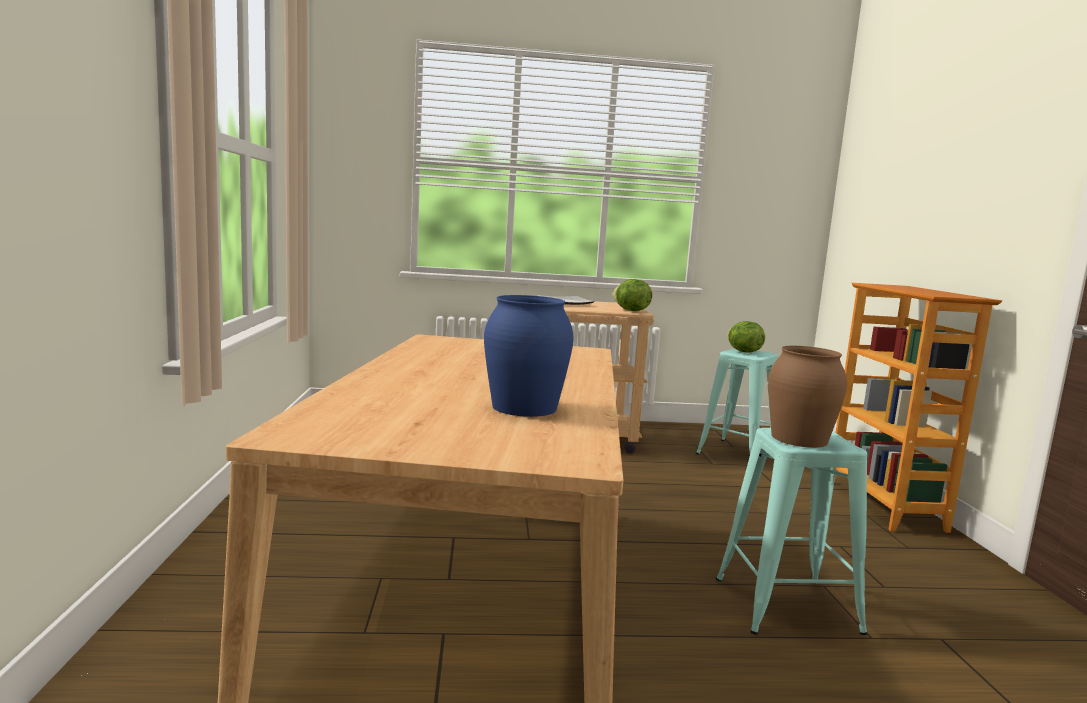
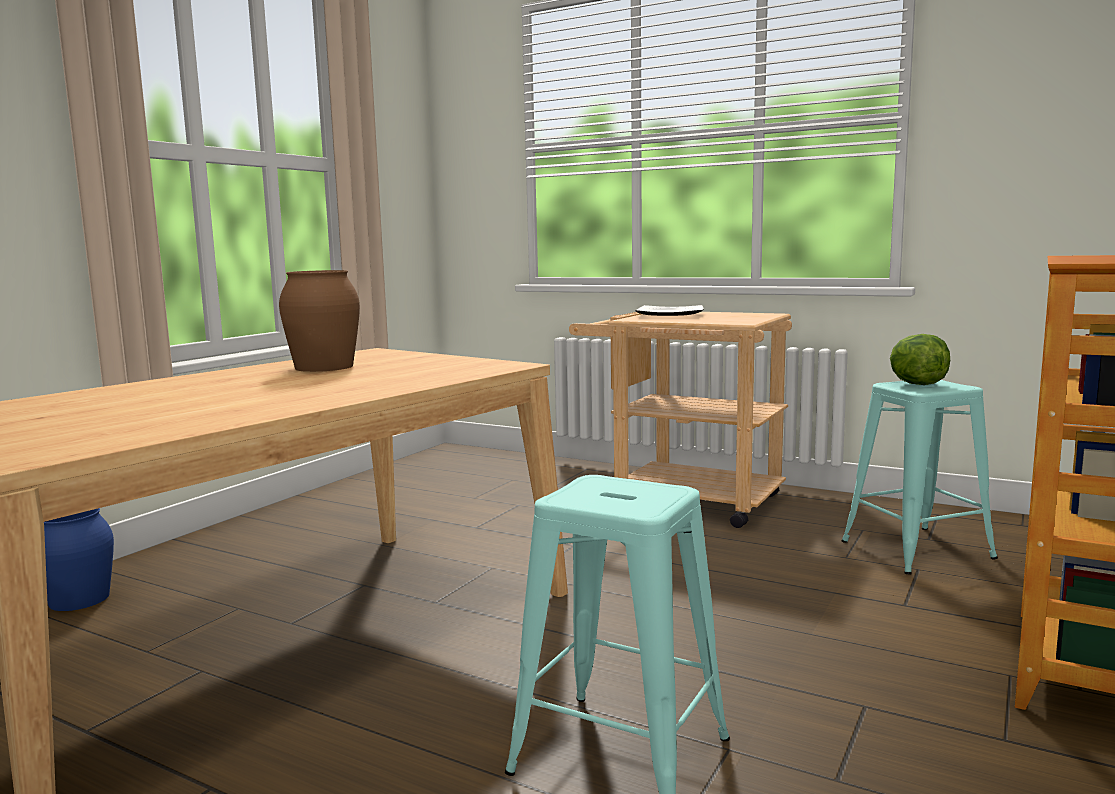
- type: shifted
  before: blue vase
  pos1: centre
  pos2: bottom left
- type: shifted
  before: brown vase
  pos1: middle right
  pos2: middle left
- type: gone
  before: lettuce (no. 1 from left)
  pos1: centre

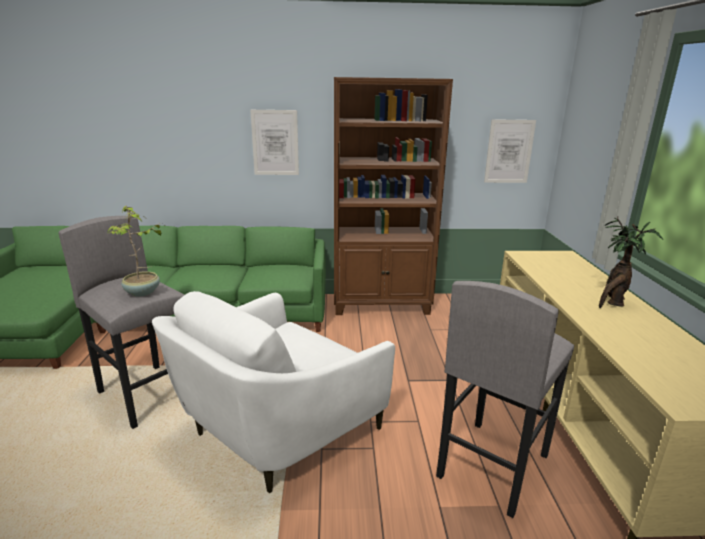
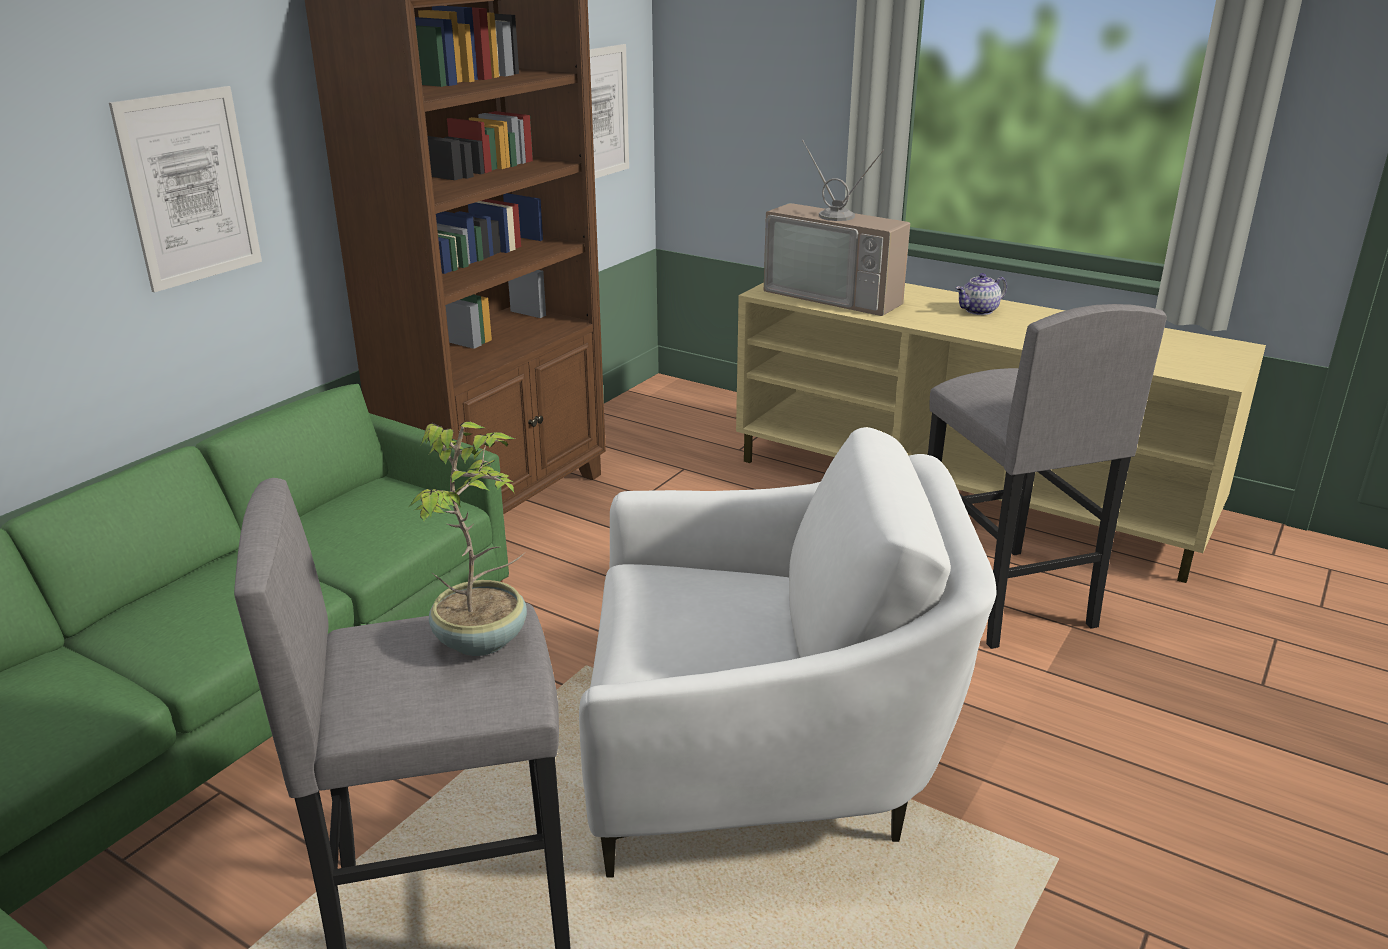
- type: rotated
  before: white armchair
  pos1: bottom centre
  pos2: bottom centre
  turn: -75
- type: new
  after: television
  pos2: top centre
- type: swapped
  before: potted plant (no. 2 from left)
  after: teapot
  pos1: middle right
  pos2: top right

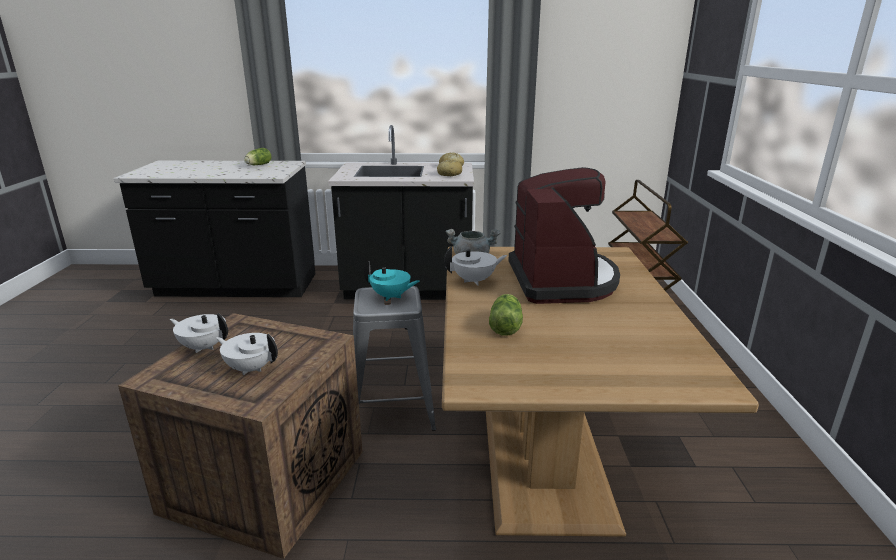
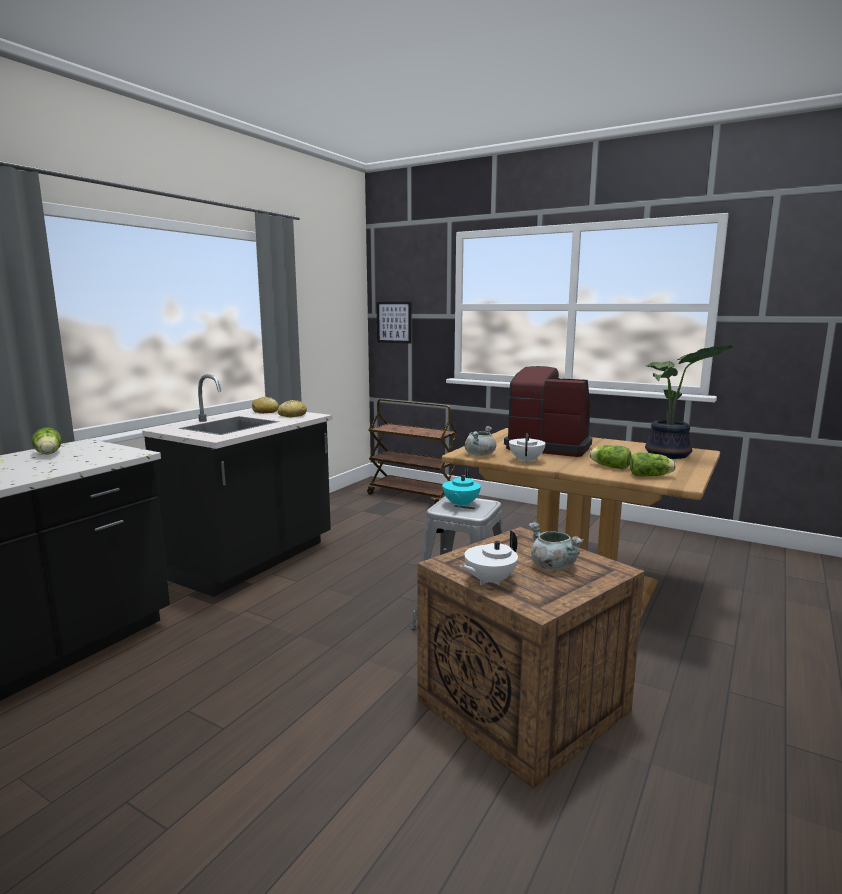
- type: new
  after: picture
  pos2: centre
- type: rotated
  before: turquoise teapot
  pos1: centre
  pos2: centre
  turn: 150
- type: swapped
  before: white teapot (no. 2 from left)
  after: grey cooking pot (no. 2 from left)
  pos1: middle left
  pos2: centre
- type: new
  after: lettuce (no. 3 from left)
  pos2: middle right
- type: new
  after: potted plant
  pos2: middle right

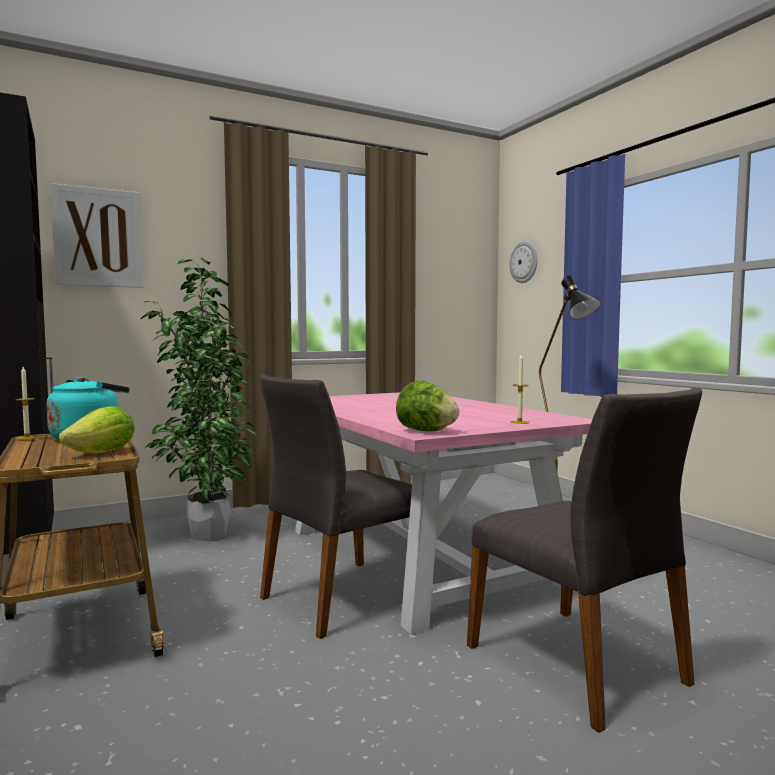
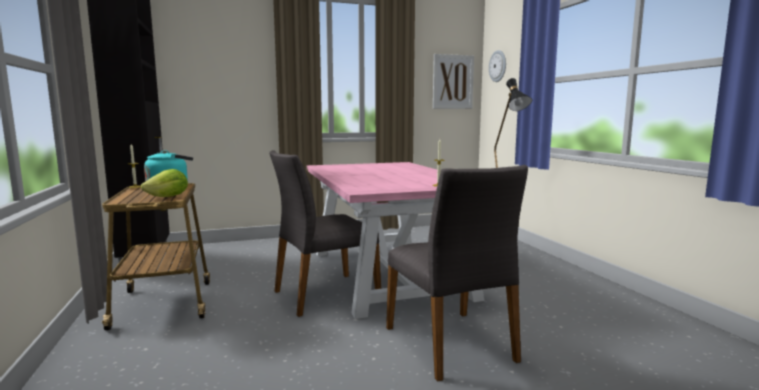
- type: shifted
  before: picture
  pos1: top left
  pos2: top centre
- type: gone
  before: potted plant
  pos1: middle left
- type: gone
  before: lettuce (no. 2 from left)
  pos1: centre

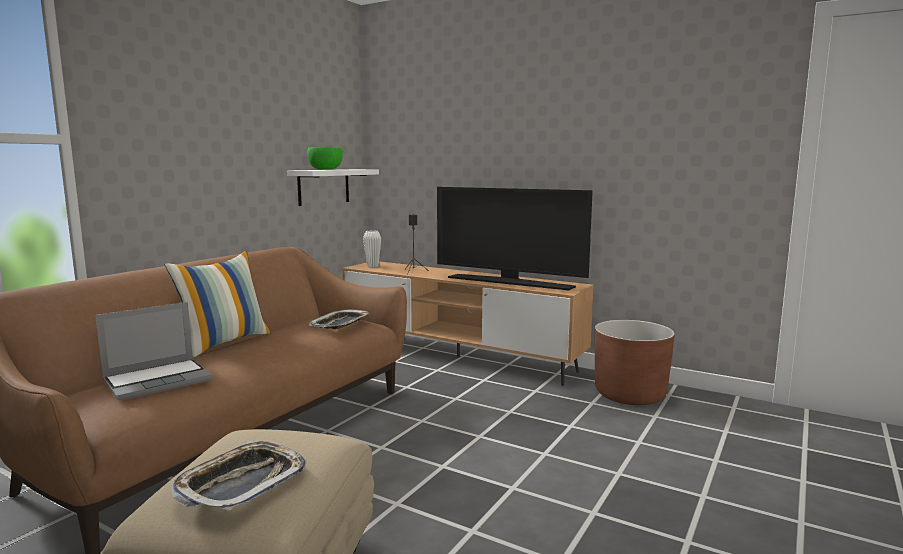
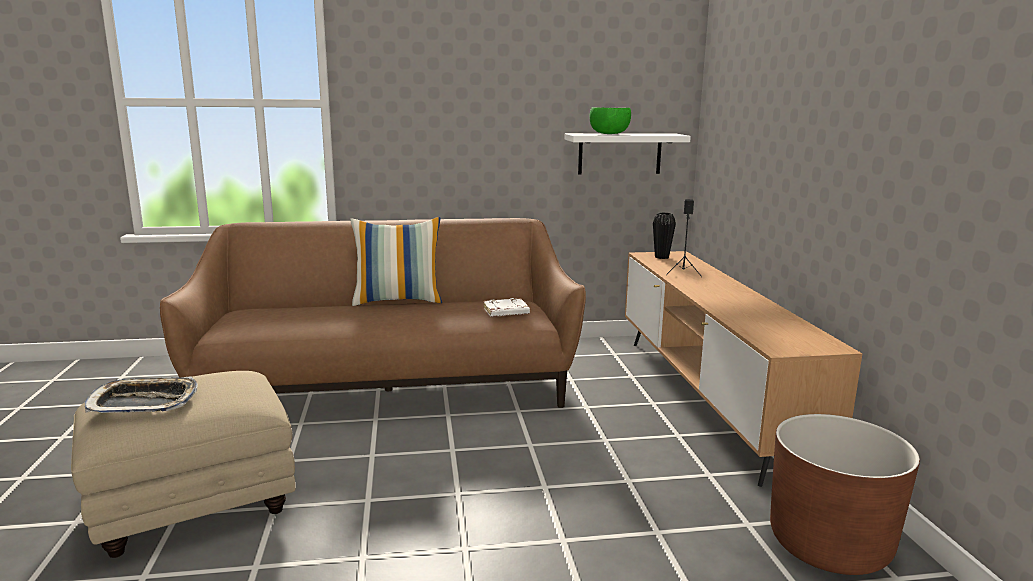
- type: swapped
  before: tray (no. 2 from left)
  after: white book
  pos1: centre
  pos2: centre
- type: repainted
  before: white vase
  after: black vase
  pos1: centre
  pos2: centre
- type: gone
  before: laptop
  pos1: middle left
- type: gone
  before: television
  pos1: centre

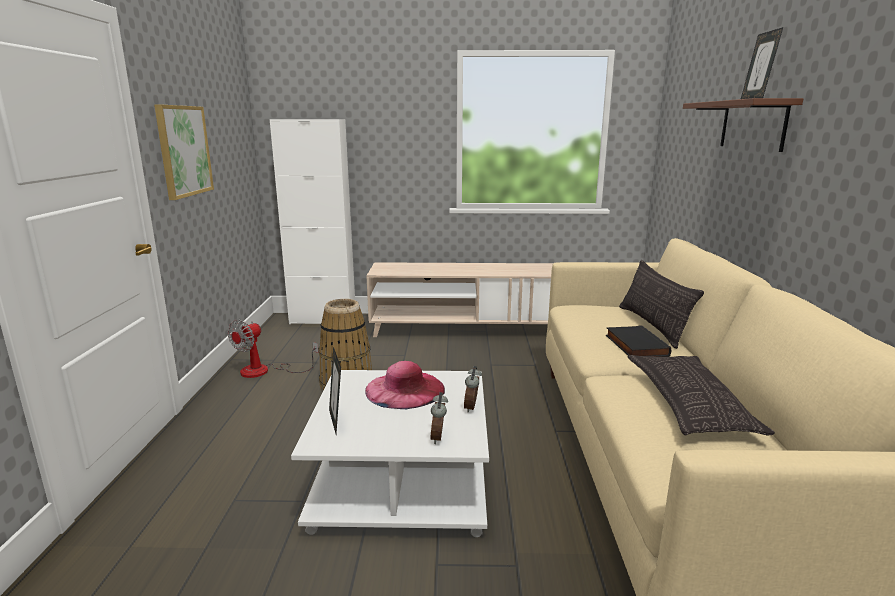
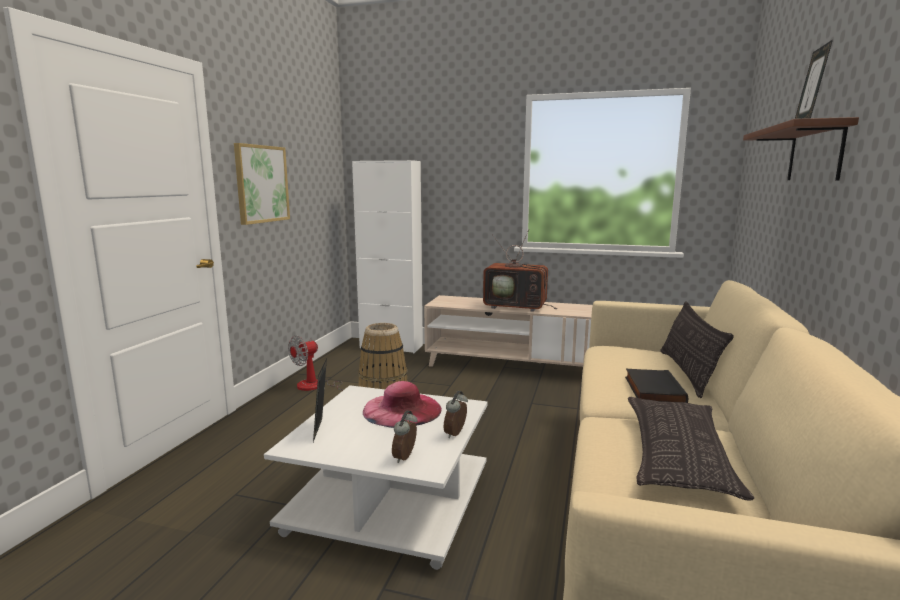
- type: new
  after: television
  pos2: centre

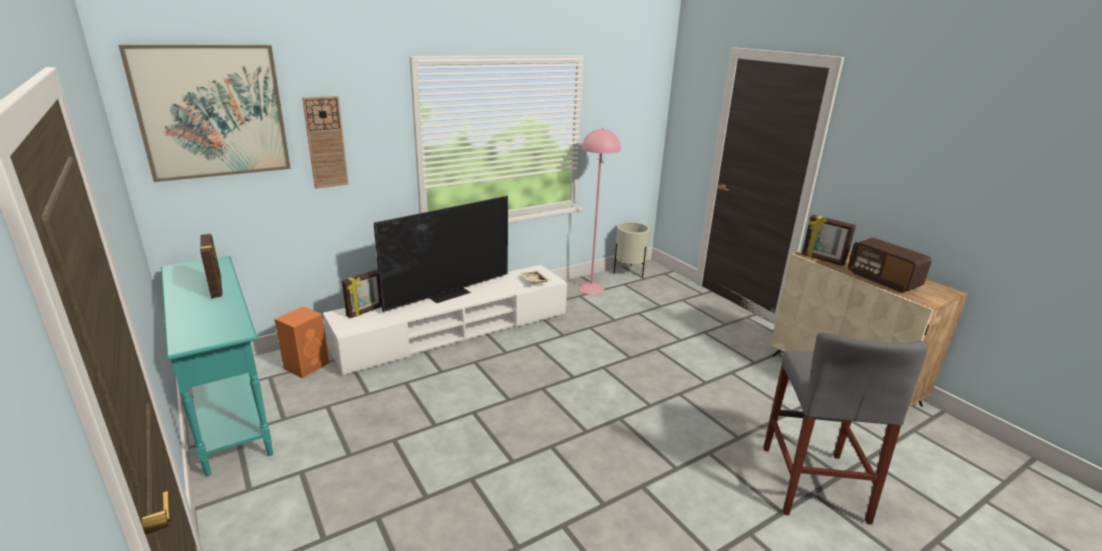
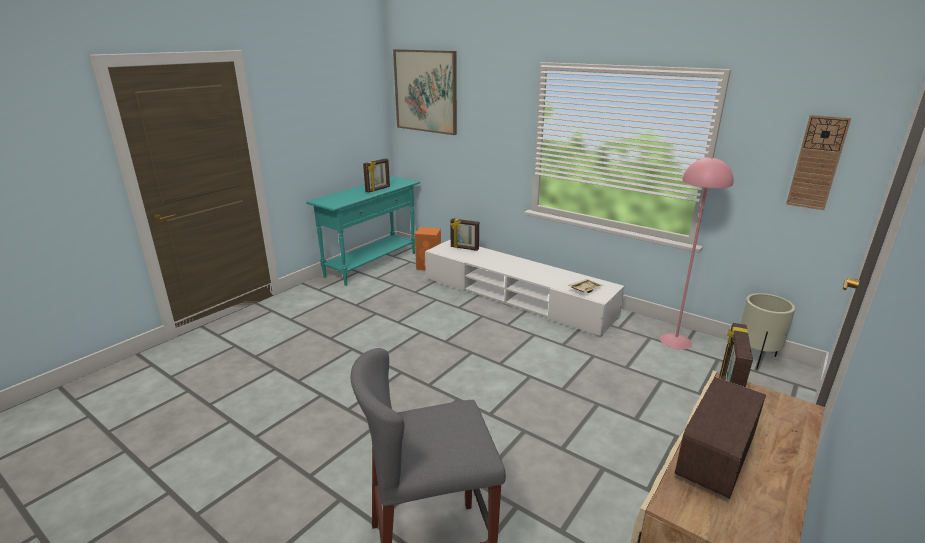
- type: shifted
  before: wall clock
  pos1: top left
  pos2: top right
- type: gone
  before: television
  pos1: centre

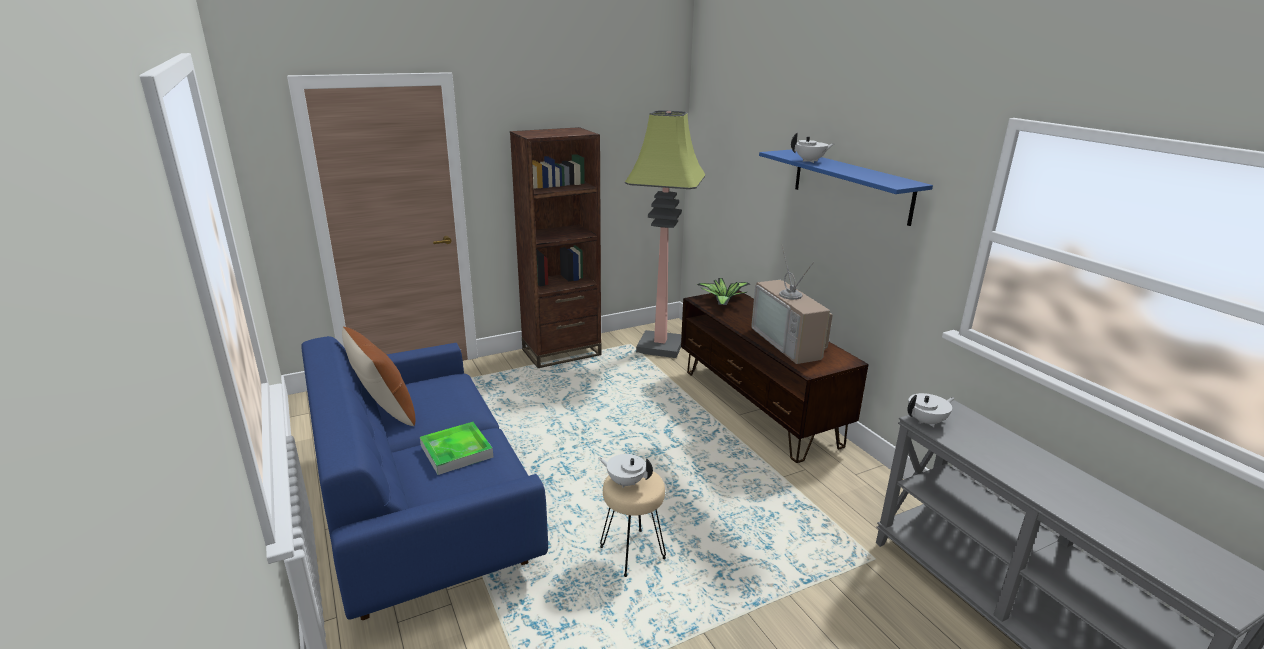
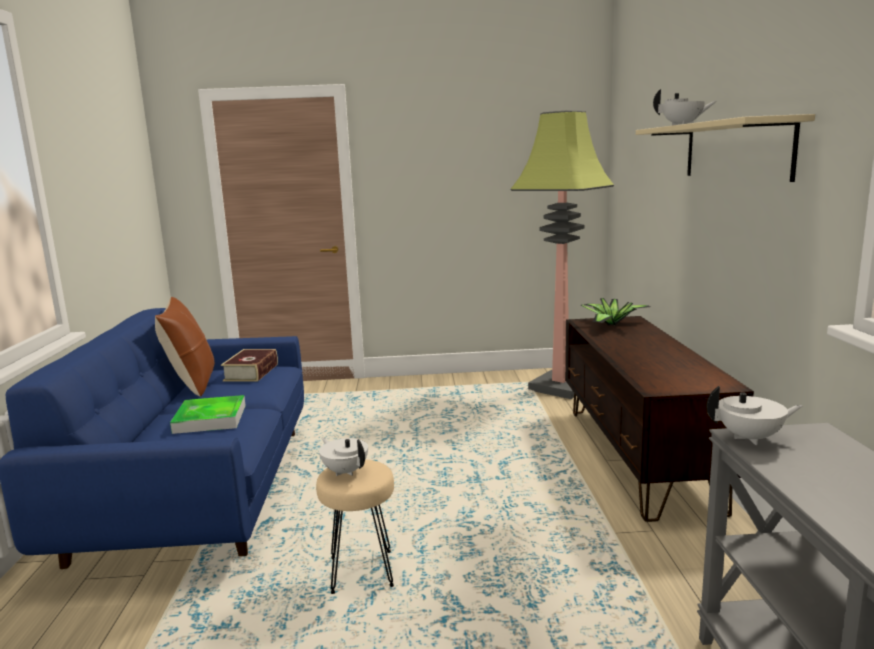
- type: new
  after: book
  pos2: middle left
- type: repainted
  before: blue shelf
  after: beige shelf
  pos1: top right
  pos2: top right
- type: gone
  before: brown bookcase
  pos1: centre
- type: gone
  before: television
  pos1: centre

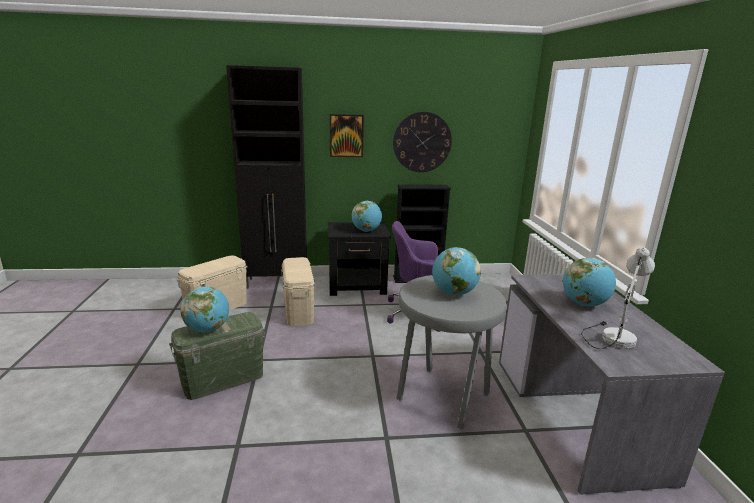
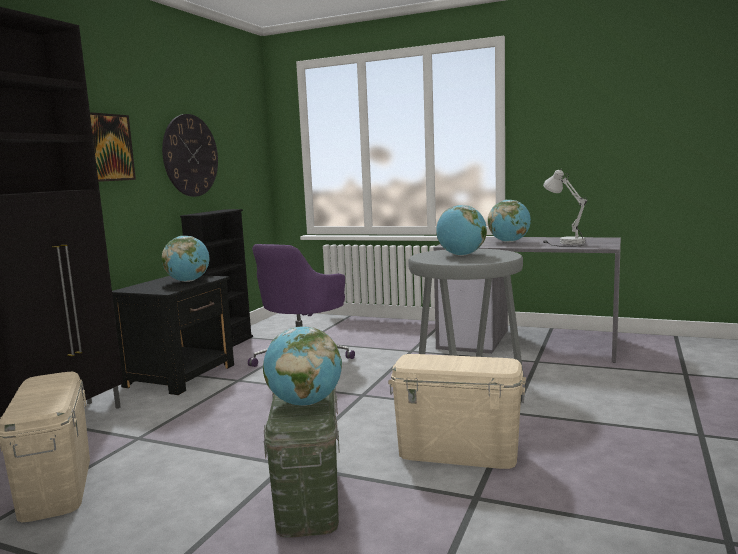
- type: shifted
  before: beige storage box (no. 2 from left)
  pos1: centre
  pos2: bottom centre

